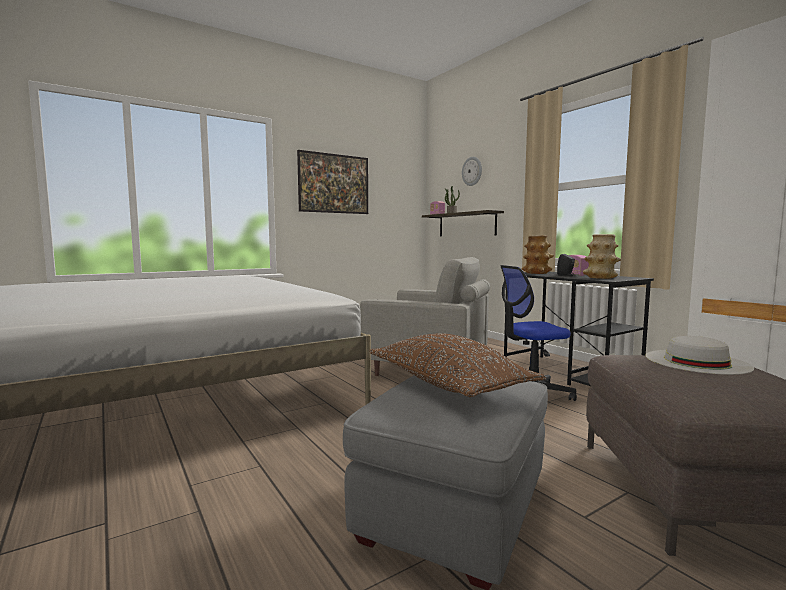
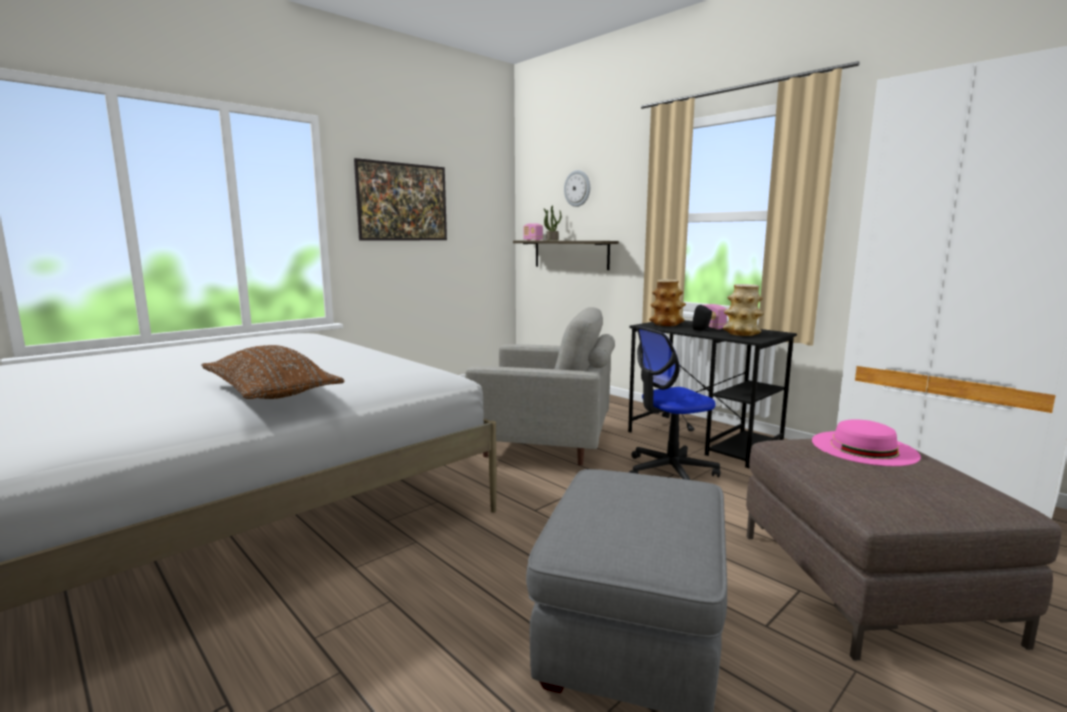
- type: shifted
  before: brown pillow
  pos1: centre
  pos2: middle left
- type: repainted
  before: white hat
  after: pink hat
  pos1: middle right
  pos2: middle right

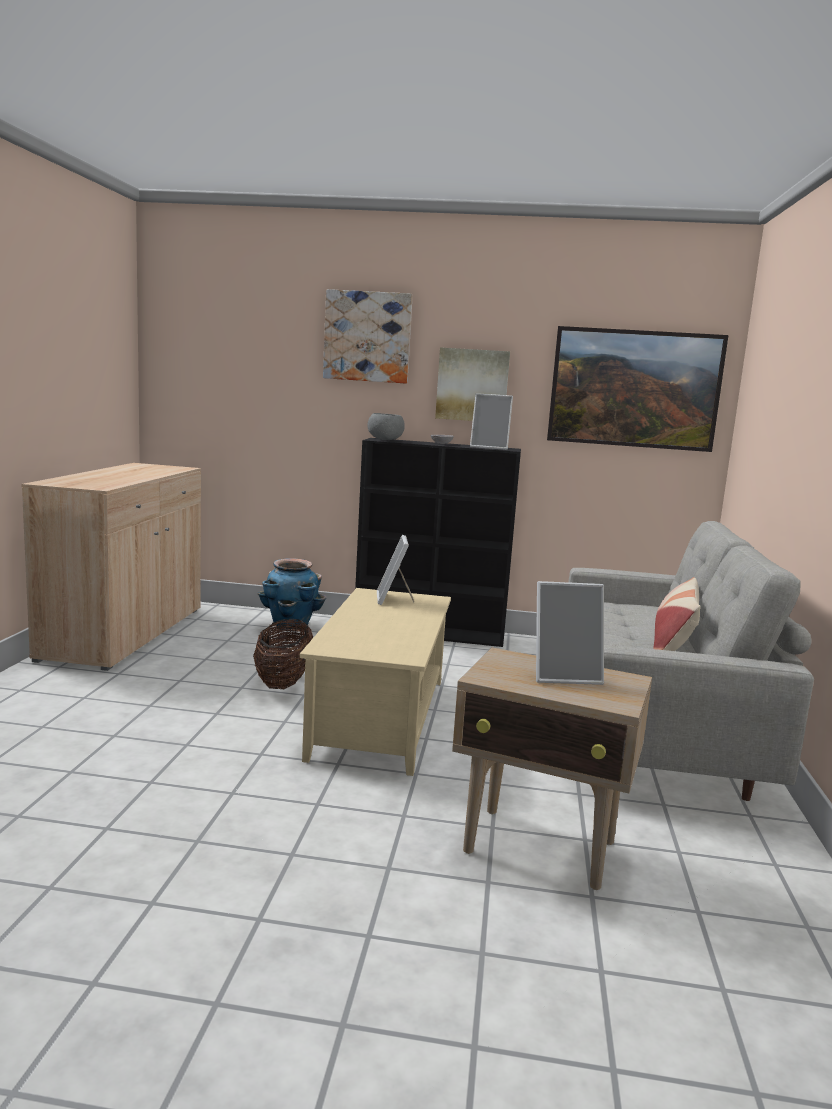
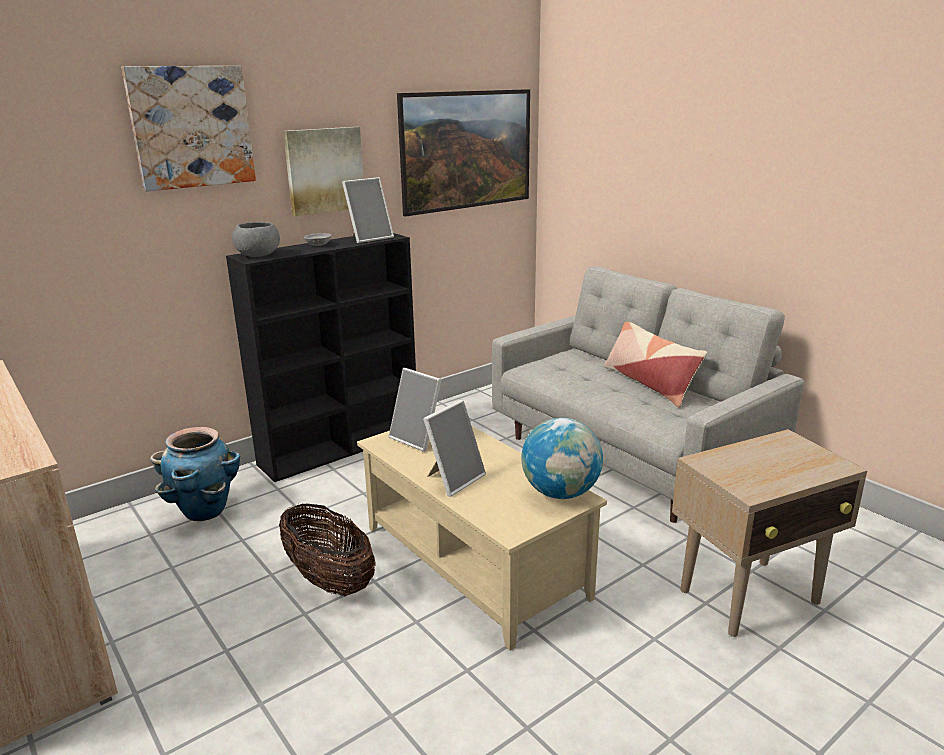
- type: shifted
  before: picture frame (no. 3 from left)
  pos1: middle right
  pos2: centre
- type: new
  after: globe
  pos2: centre

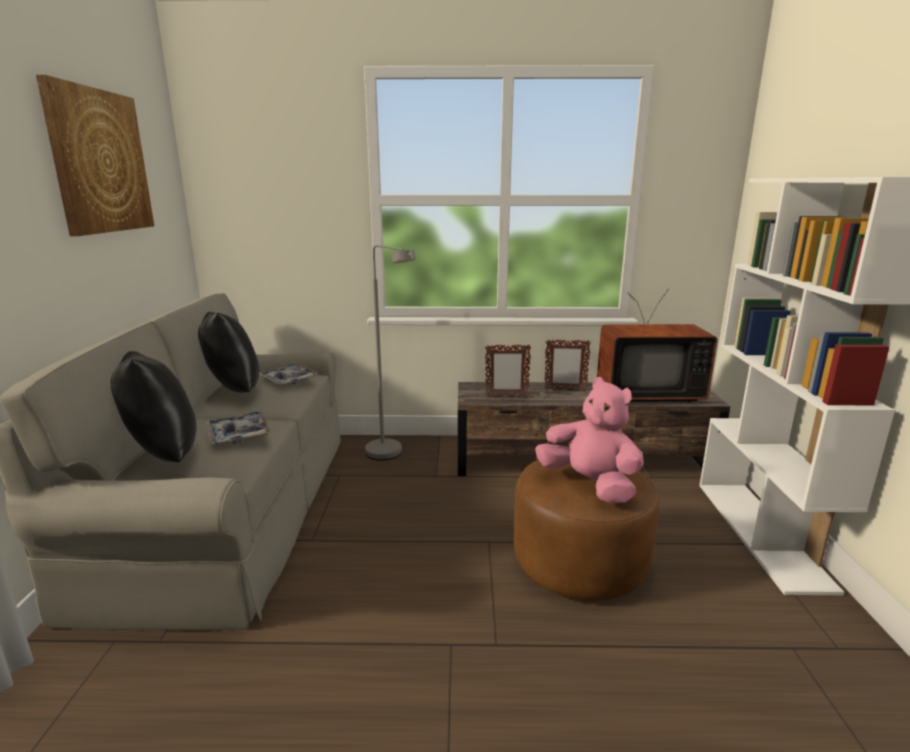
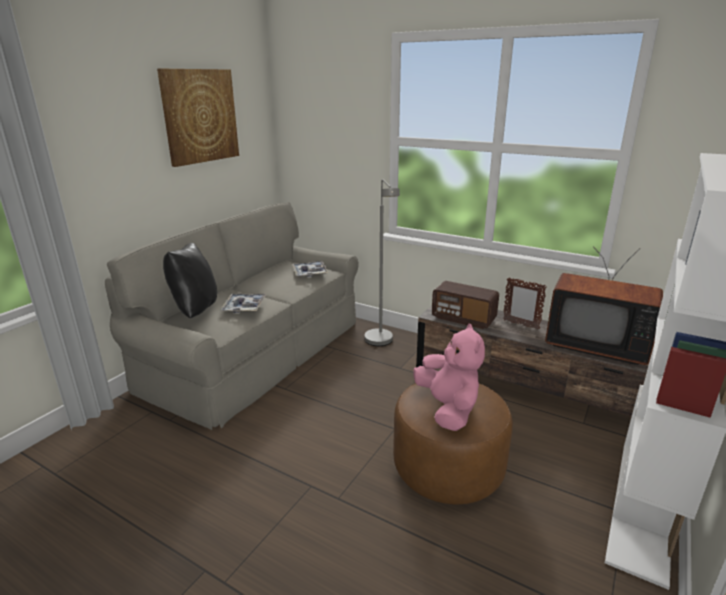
- type: swapped
  before: picture frame (no. 1 from left)
  after: radio
  pos1: centre
  pos2: centre
- type: gone
  before: black pillow (no. 2 from left)
  pos1: middle left

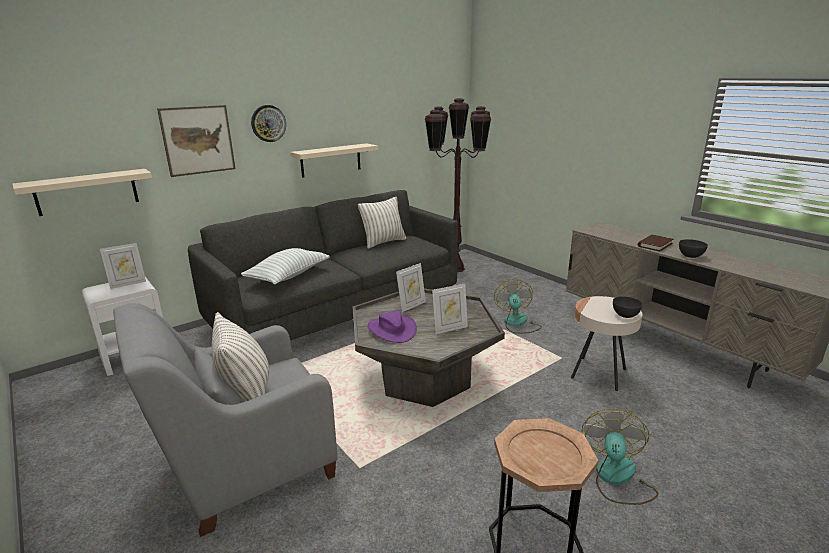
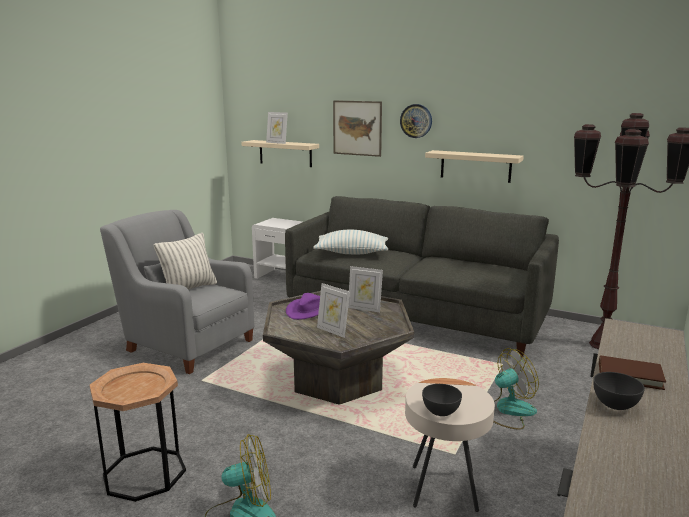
- type: shifted
  before: picture frame (no. 1 from left)
  pos1: middle left
  pos2: top centre
- type: gone
  before: pillow (no. 3 from left)
  pos1: centre

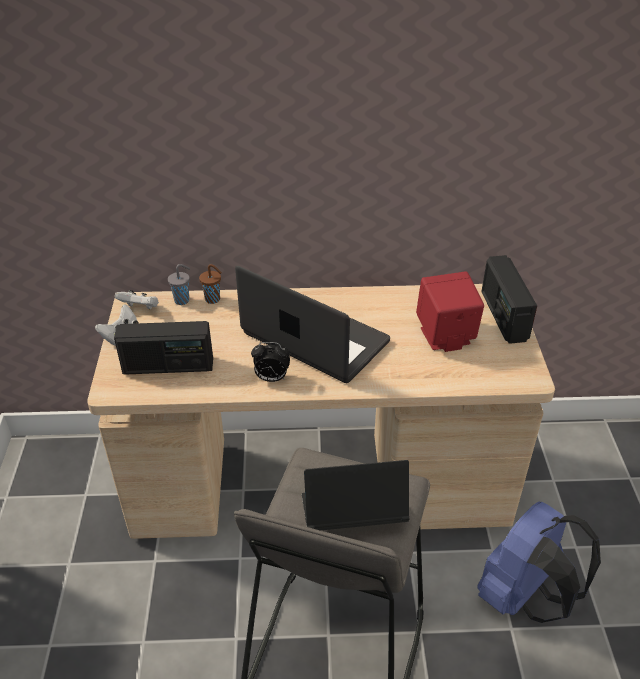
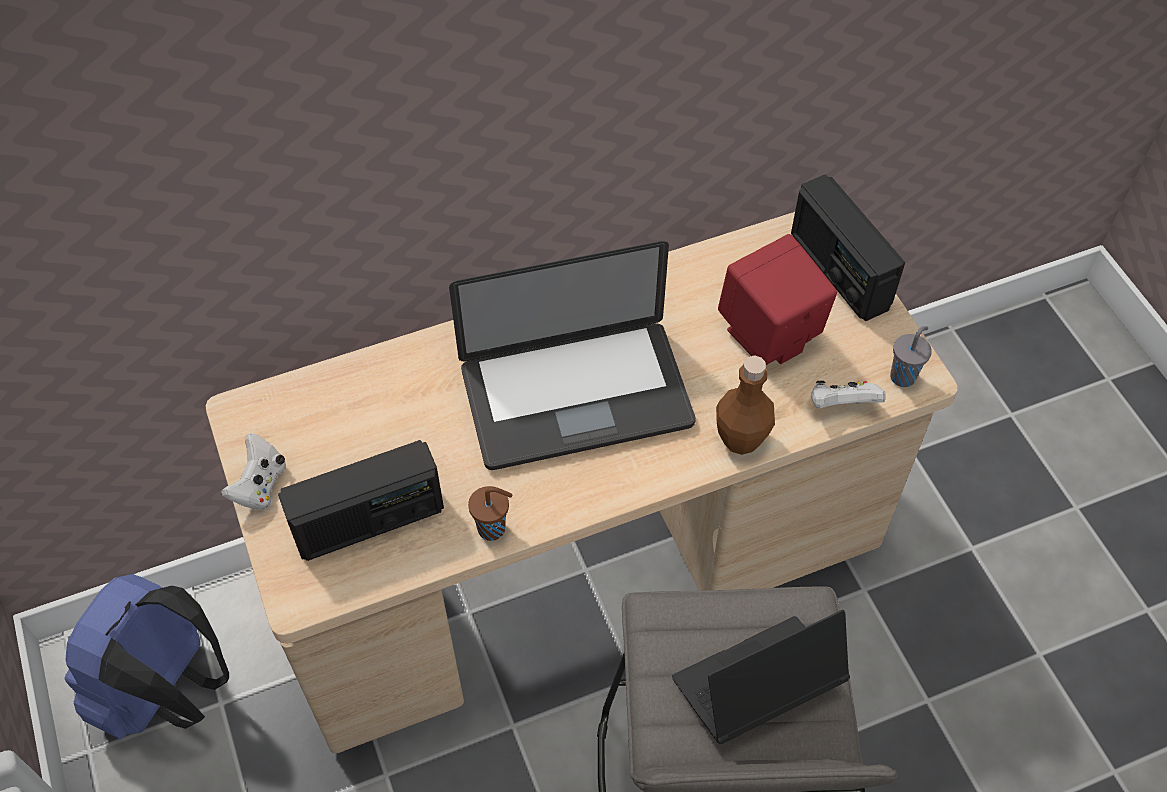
- type: shifted
  before: blue backpack
  pos1: bottom right
  pos2: bottom left
- type: rotated
  before: laptop (no. 1 from left)
  pos1: centre
  pos2: centre
  turn: 150
- type: shifted
  before: brown cup
  pos1: middle left
  pos2: centre
- type: new
  after: brown bottle
  pos2: centre
- type: shifted
  before: white game controller (no. 2 from left)
  pos1: middle left
  pos2: middle right
- type: shifted
  before: grey cup
  pos1: middle left
  pos2: middle right
- type: gone
  before: alarm clock
  pos1: centre

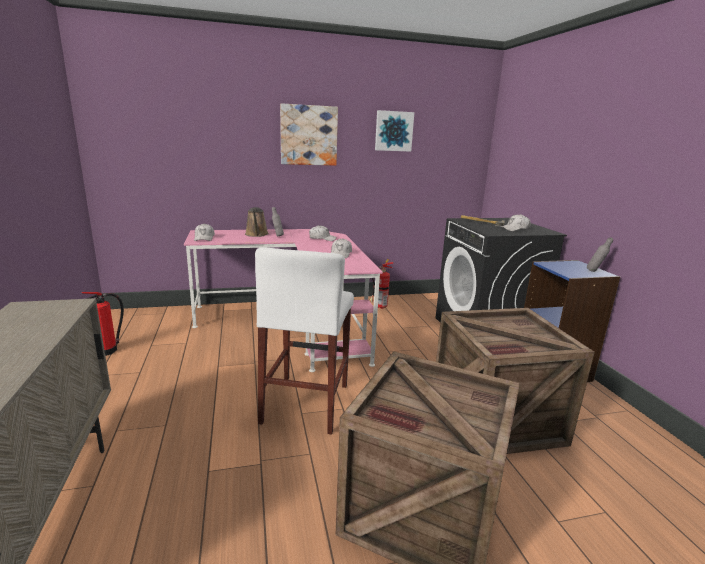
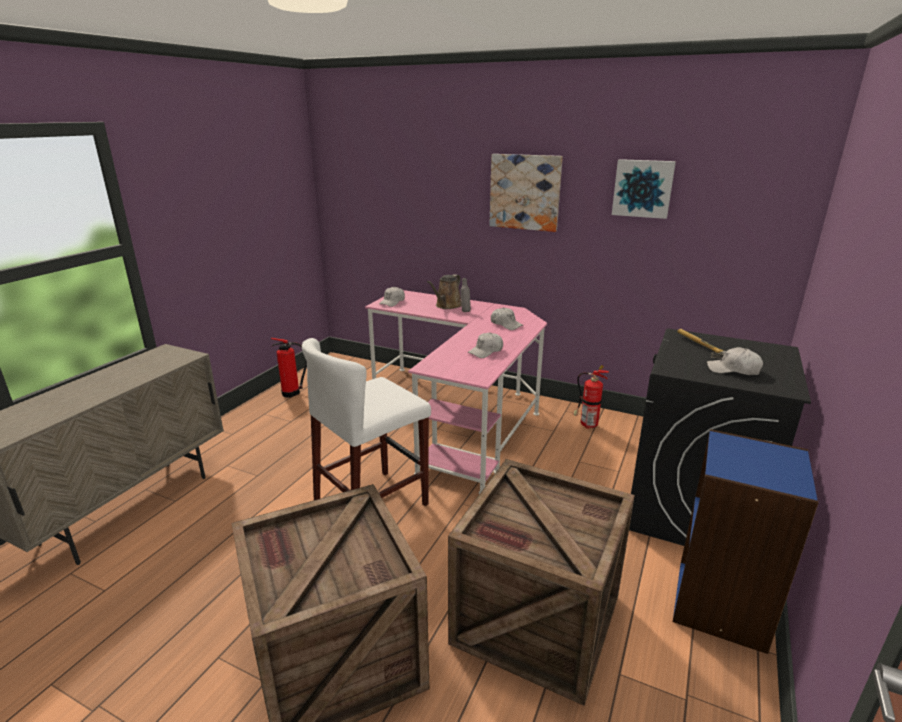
- type: gone
  before: grey bottle (no. 2 from left)
  pos1: middle right

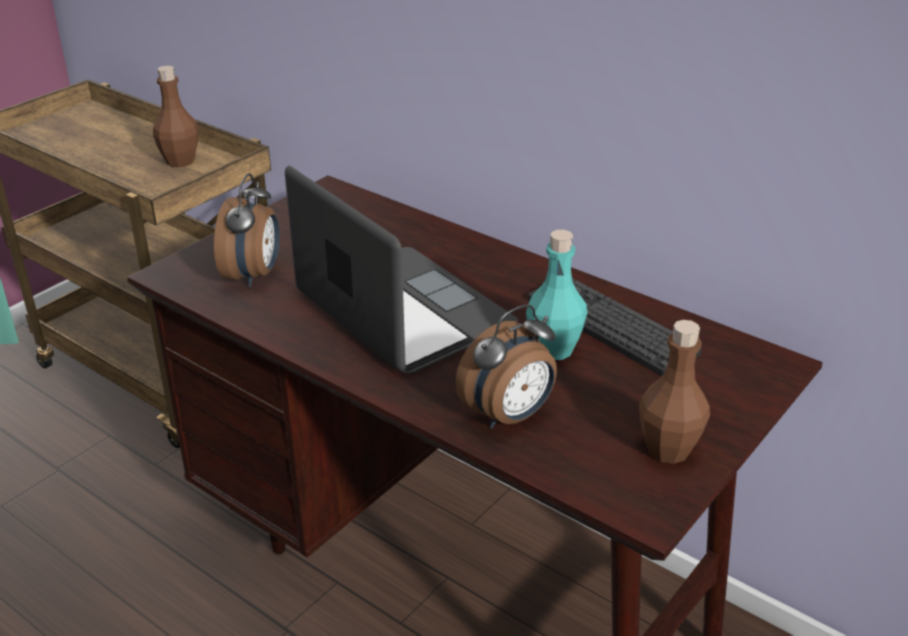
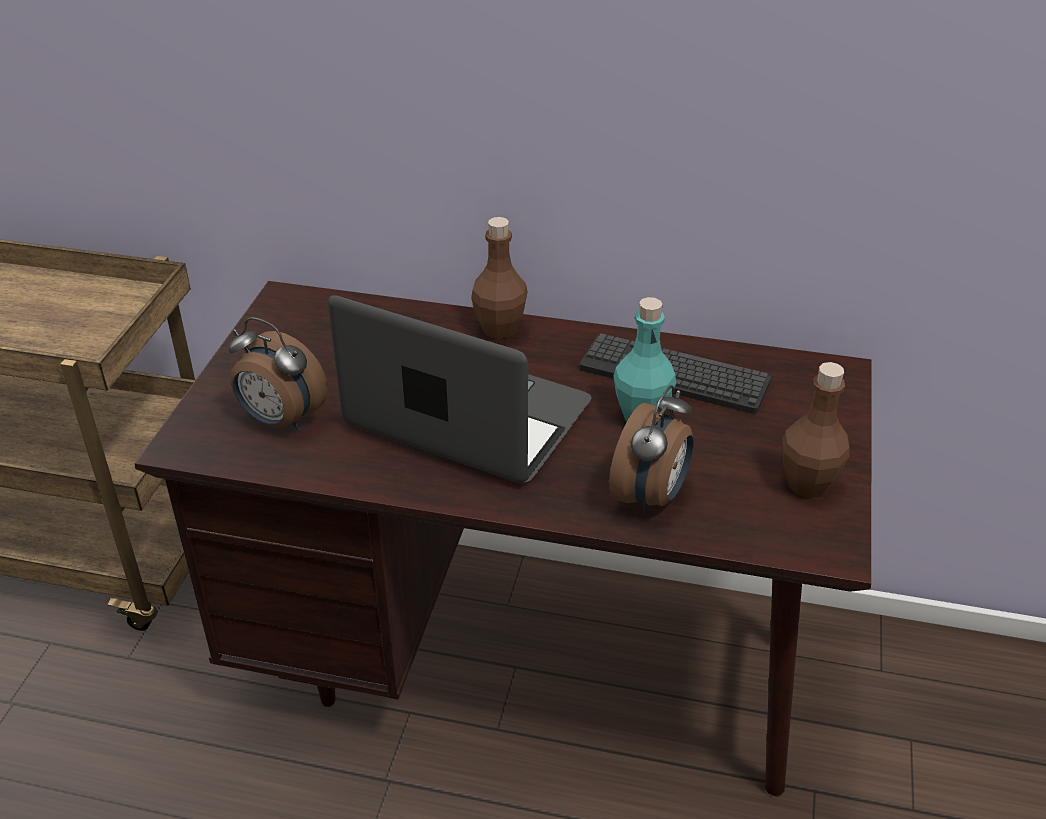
- type: rotated
  before: alarm clock (no. 1 from left)
  pos1: middle left
  pos2: middle left
  turn: 135
- type: shifted
  before: brown bottle (no. 1 from left)
  pos1: top left
  pos2: centre

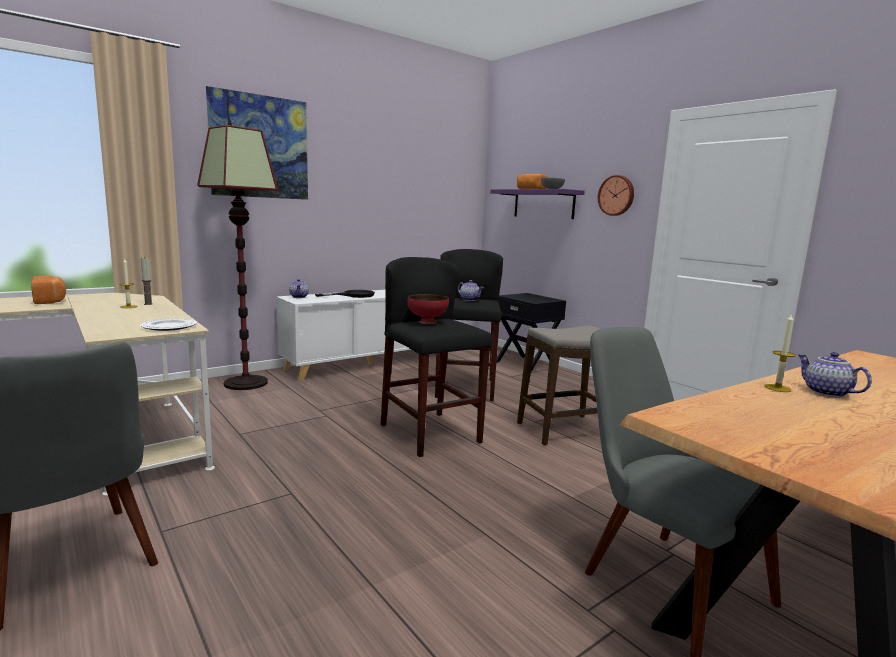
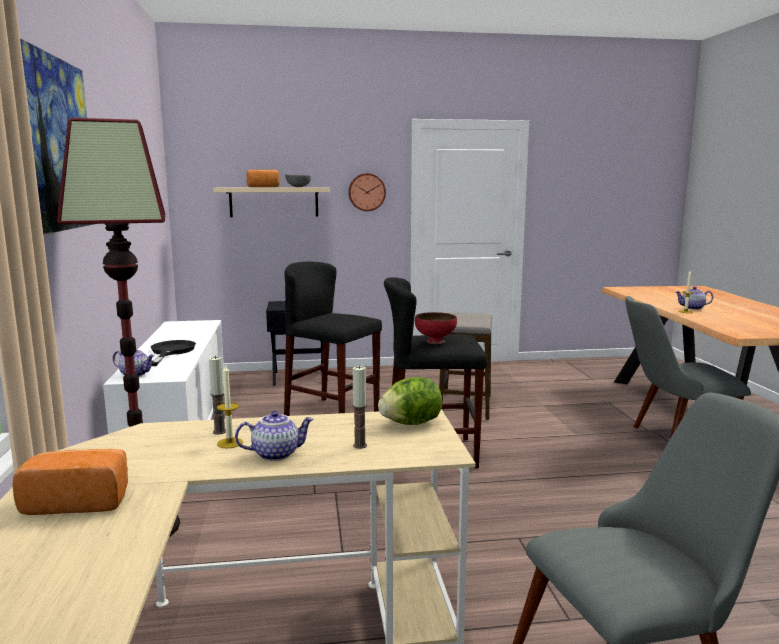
- type: repainted
  before: purple shelf
  after: beige shelf
  pos1: top centre
  pos2: top centre
- type: shifted
  before: teapot (no. 2 from left)
  pos1: centre
  pos2: bottom centre
- type: new
  after: candle (no. 3 from left)
  pos2: centre
- type: swapped
  before: plate
  after: lettuce
  pos1: middle left
  pos2: centre

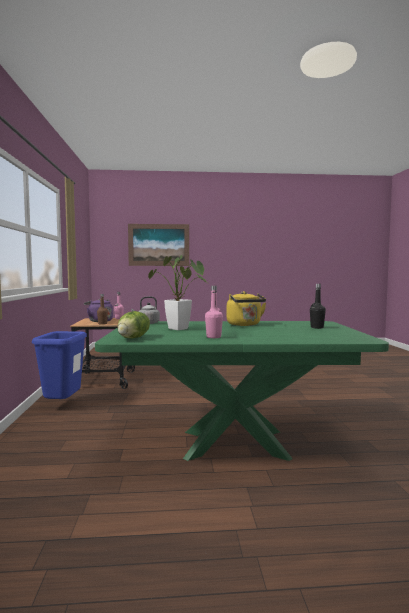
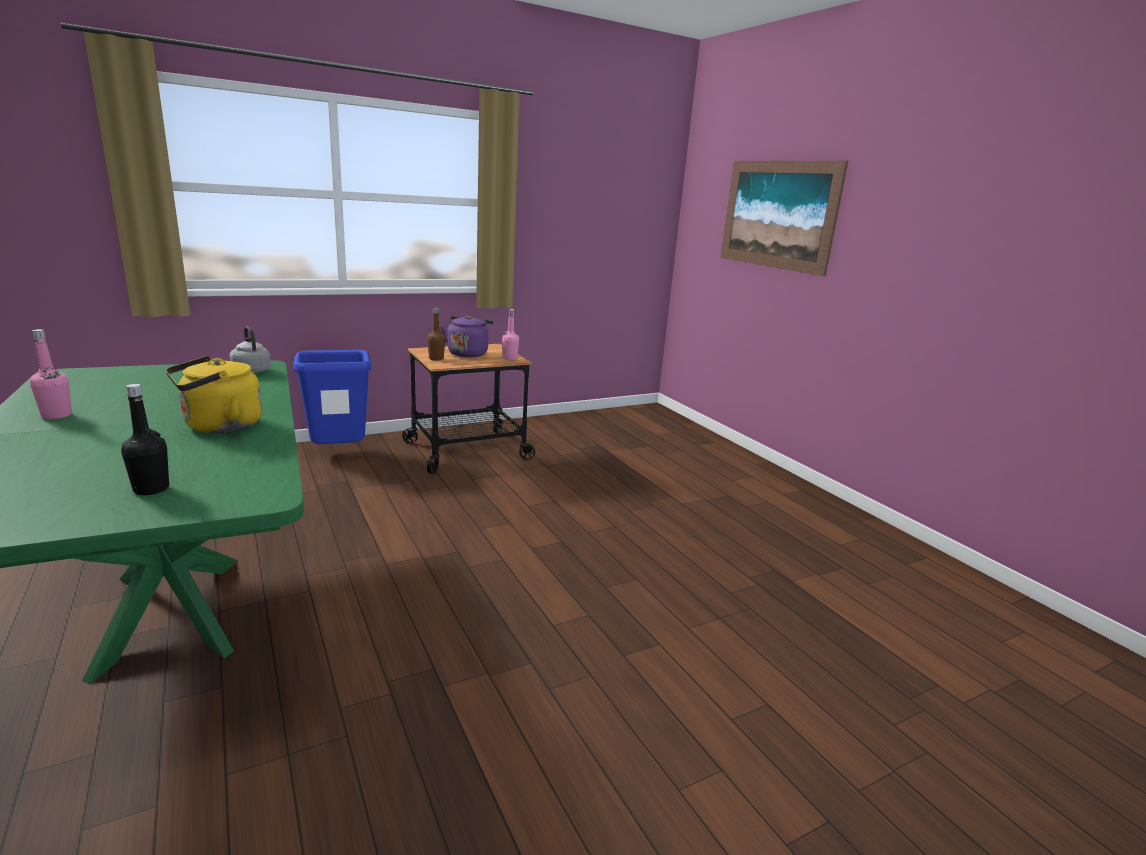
- type: gone
  before: lettuce
  pos1: middle left
- type: gone
  before: potted plant
  pos1: centre

